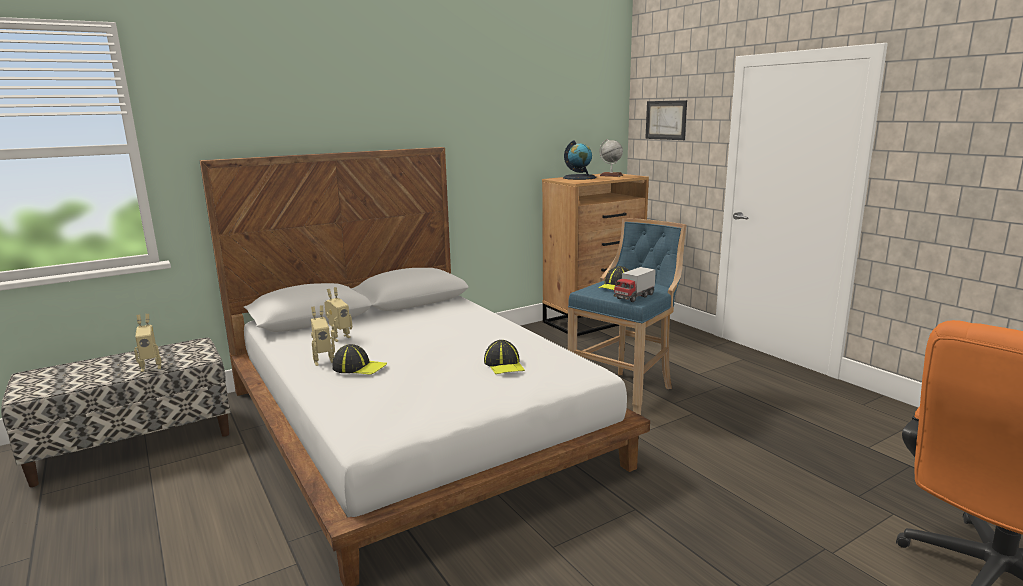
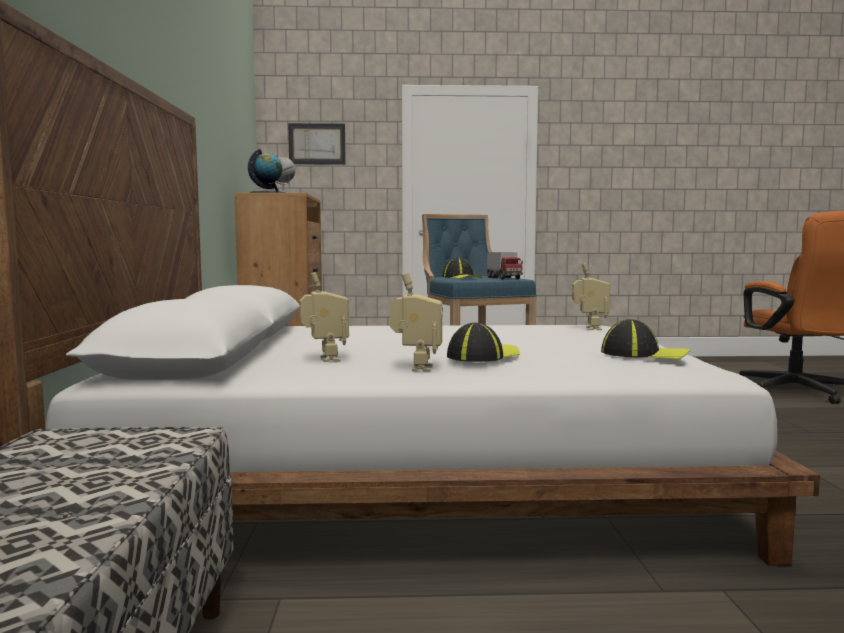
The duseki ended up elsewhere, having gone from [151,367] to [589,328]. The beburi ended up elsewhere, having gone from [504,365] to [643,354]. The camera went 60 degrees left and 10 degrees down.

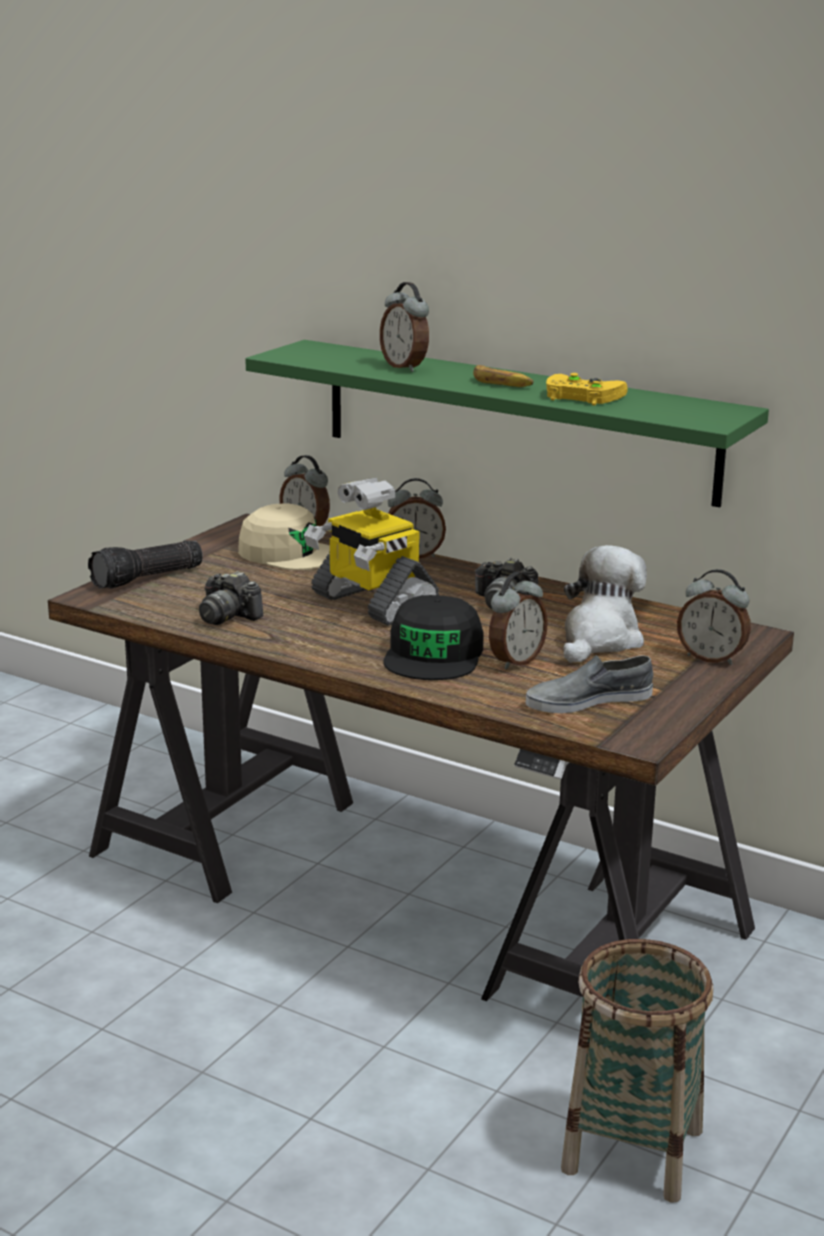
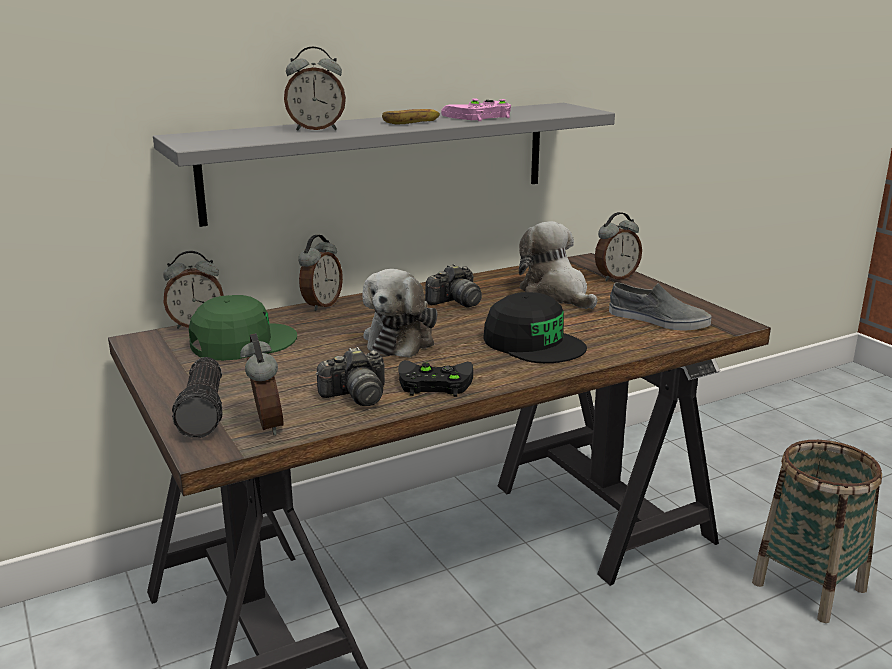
What was the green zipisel at [516,420] turned into the grey zipisel at [382,160]. What was the beige beburi at [289,553] turned into the green beburi at [242,342]. The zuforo ended up elsewhere, having gone from [515,661] to [265,426]. Where the duseki stood at [371,604], the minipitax came to stand at [402,339]. The second view gained the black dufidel at [432,383]. What was the yellow dufidel at [580,396] turned into the pink dufidel at [478,117]. The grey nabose at [588,700] ended up facing another way, 75 degrees counterclockwise from before. The camera went 60 degrees left and 0 degrees up.

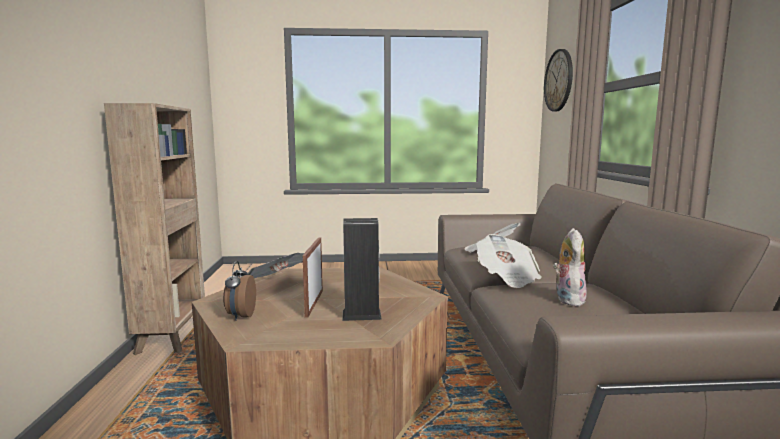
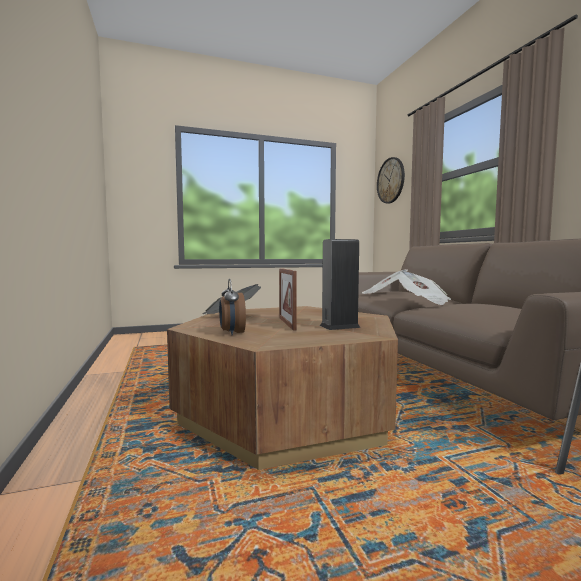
The second view lost the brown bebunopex at [173,336]. The second view lost the minipitax at [567,299]. The camera went 15 degrees left and 5 degrees down.

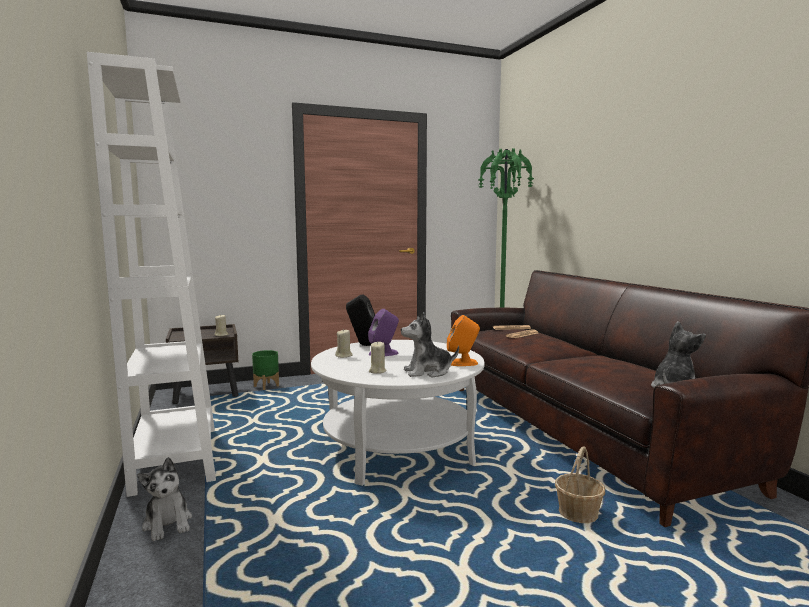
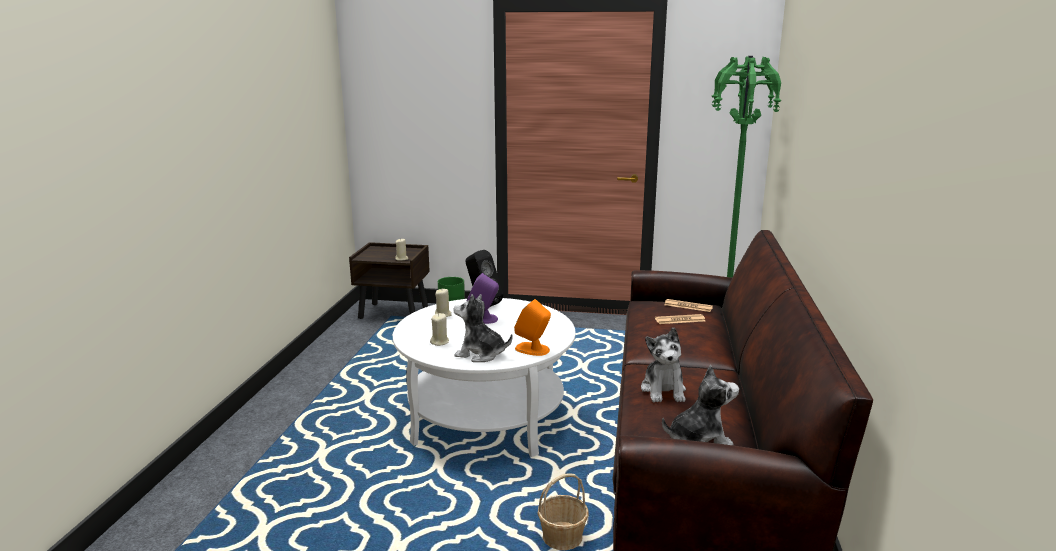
The minipitax ended up elsewhere, having gone from [168,523] to [663,390]. The second view lost the white bebunopex at [176,459]. The camera went 30 degrees right and 10 degrees up.

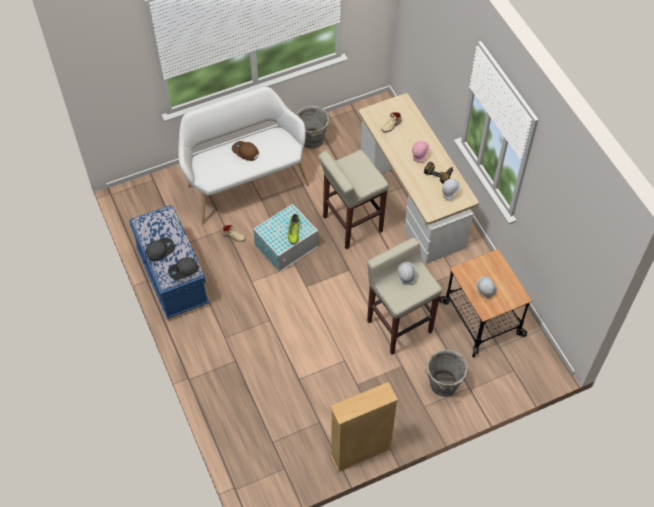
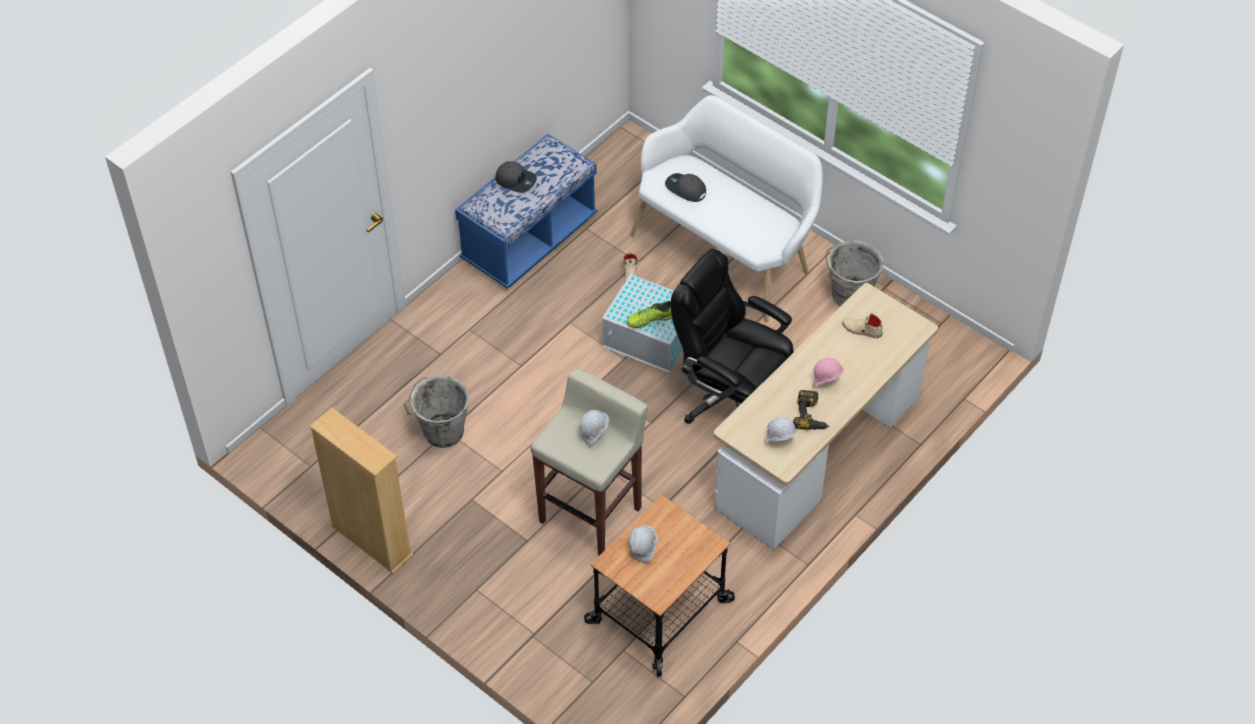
The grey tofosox ended up elsewhere, having gone from [443,385] to [441,432]. The grey beburi ended up elsewhere, having gone from [183,270] to [685,189]. Where the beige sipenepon stood at [351,224], the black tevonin came to stand at [730,396]. The second view lost the brown beburi at [245,152]. The camera went 65 degrees right and 5 degrees down.

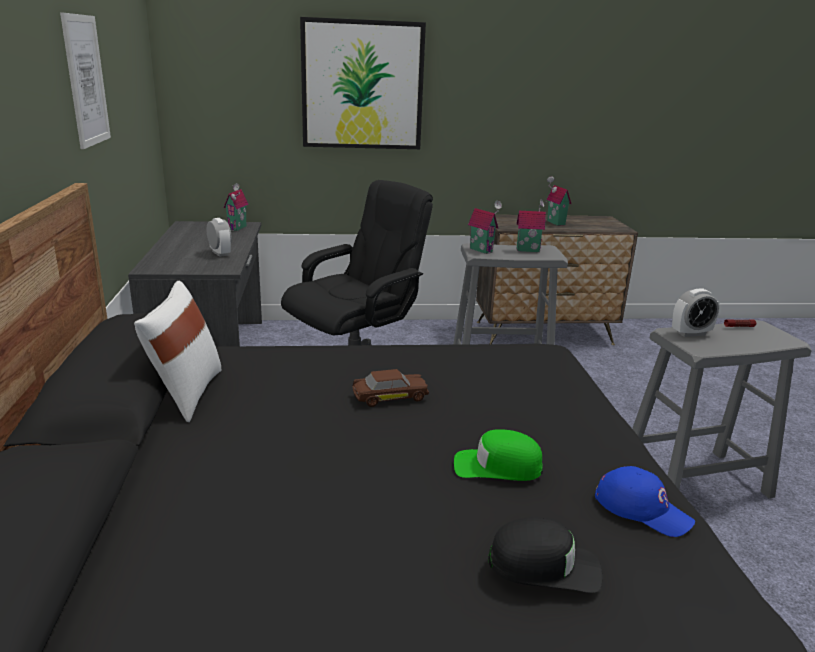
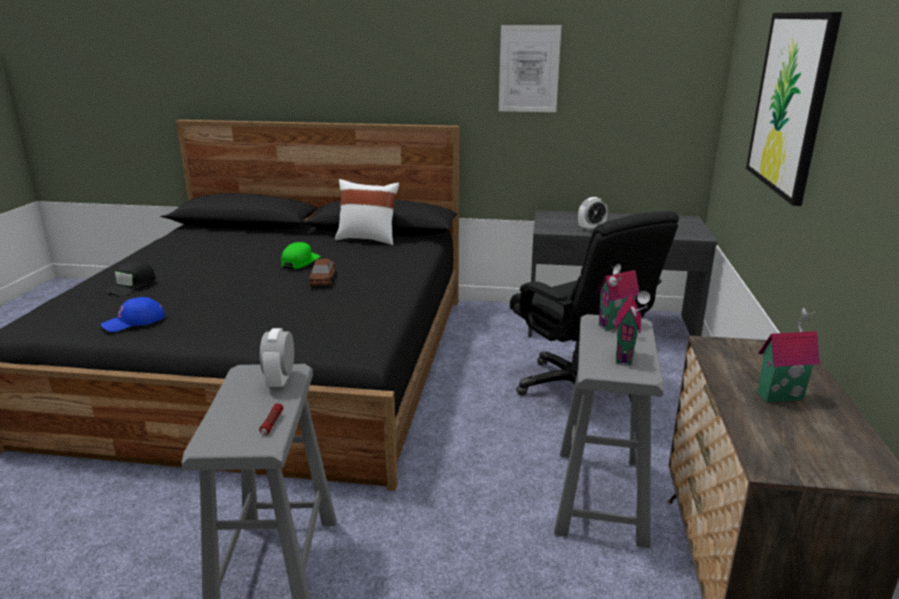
The green beburi ended up elsewhere, having gone from [497,466] to [300,261]. The second view lost the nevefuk at [238,228]. The camera went 105 degrees right and 0 degrees up.

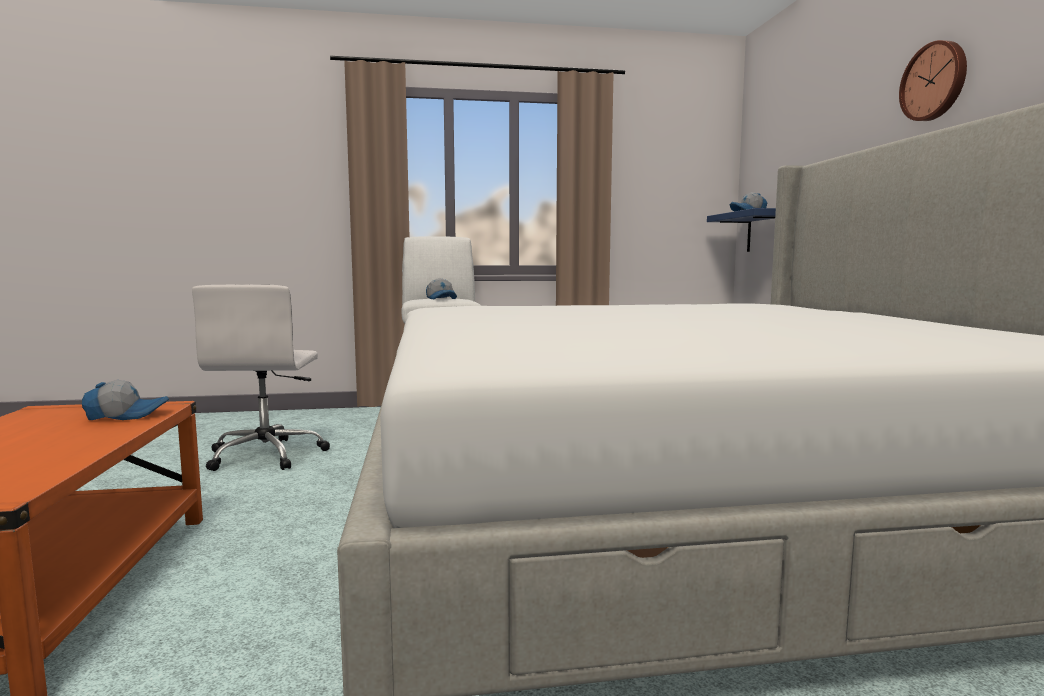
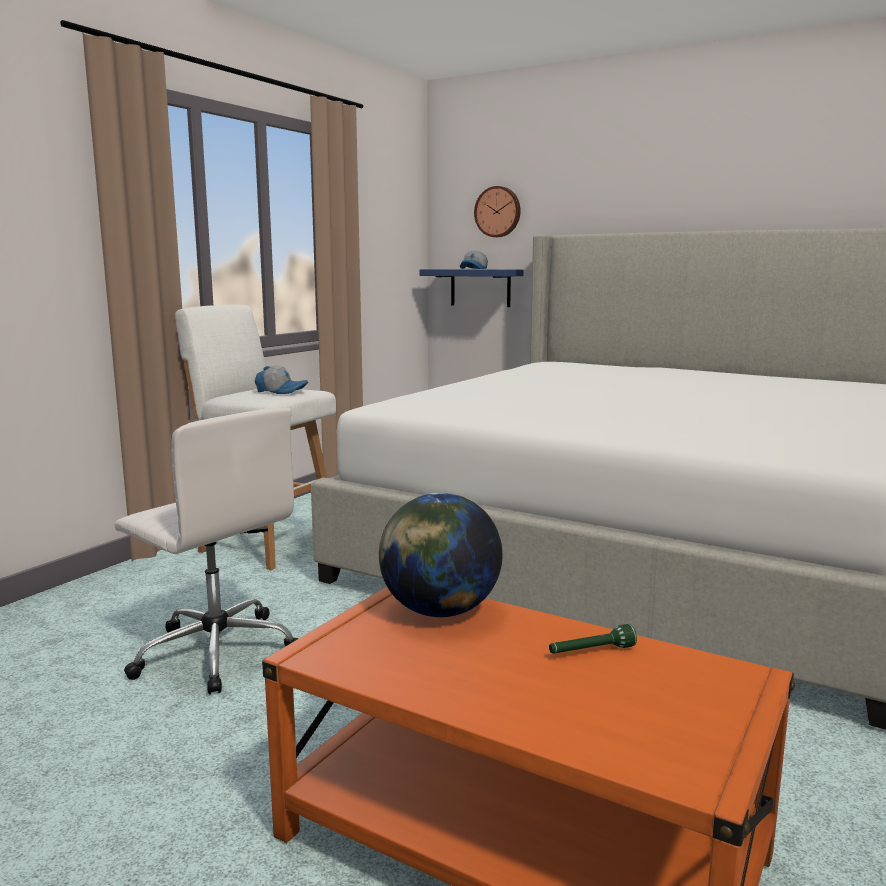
Where the beburi stood at [127,415], the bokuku came to stand at [439,611]. The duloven ended up elsewhere, having gone from [935,81] to [498,212]. The second view gained the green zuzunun at [591,652]. The camera went 50 degrees left and 5 degrees up.

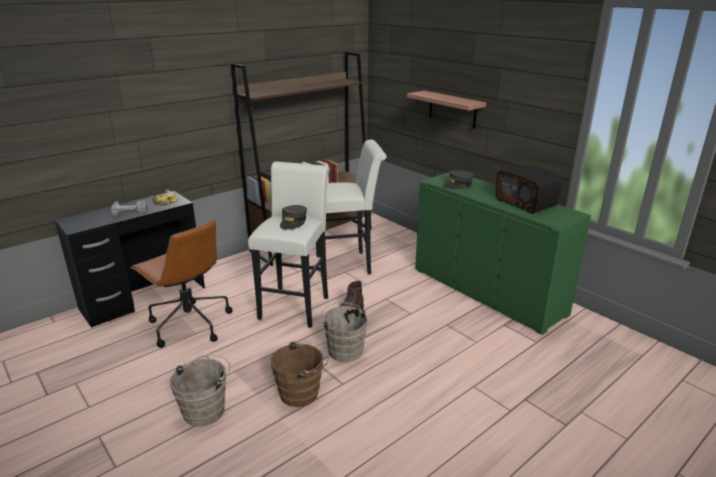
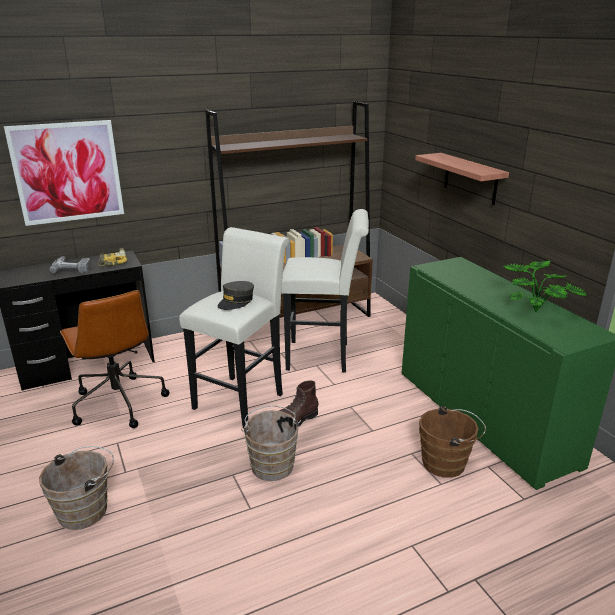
The second view gained the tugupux at [67,172]. The brown tofosox ended up elsewhere, having gone from [302,393] to [447,463]. Where the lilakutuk stood at [526,203], the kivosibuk came to stand at [536,310]. The second view lost the grey beburi at [457,185]. The camera went 15 degrees right and 0 degrees up.

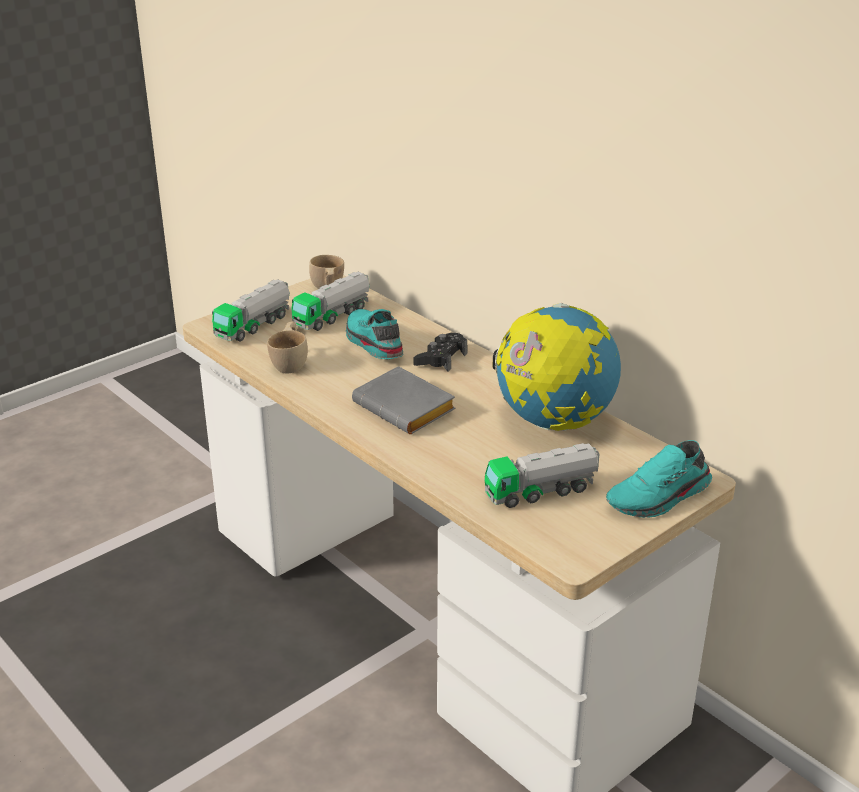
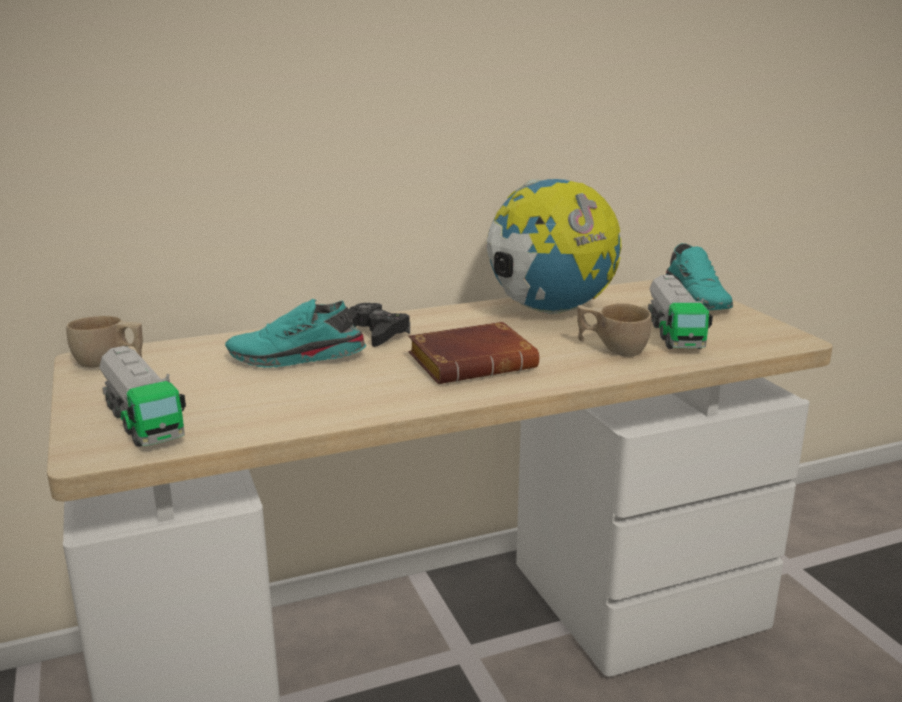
What was the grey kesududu at [407,408] turned into the brown kesududu at [474,362]. The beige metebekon ended up elsewhere, having gone from [291,362] to [611,348]. The second view lost the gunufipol at [332,316]. The camera went 70 degrees left and 10 degrees down.

